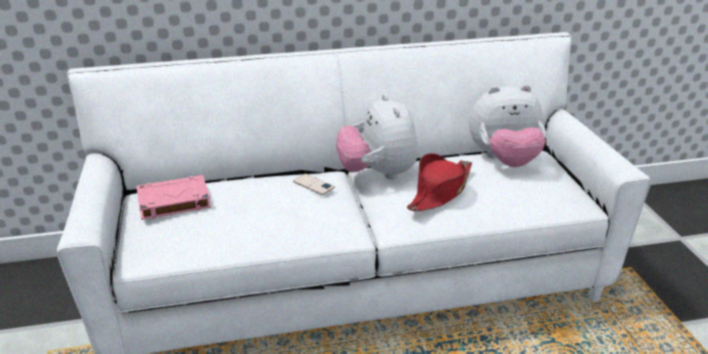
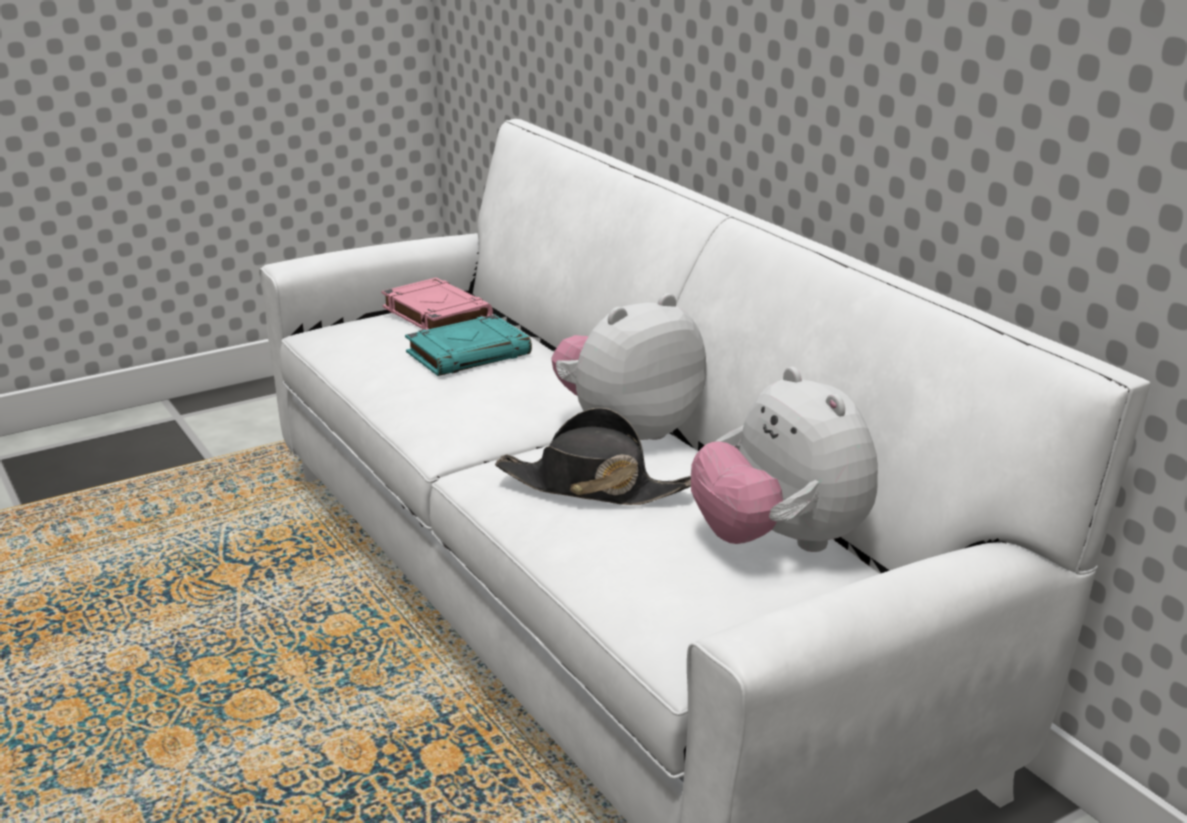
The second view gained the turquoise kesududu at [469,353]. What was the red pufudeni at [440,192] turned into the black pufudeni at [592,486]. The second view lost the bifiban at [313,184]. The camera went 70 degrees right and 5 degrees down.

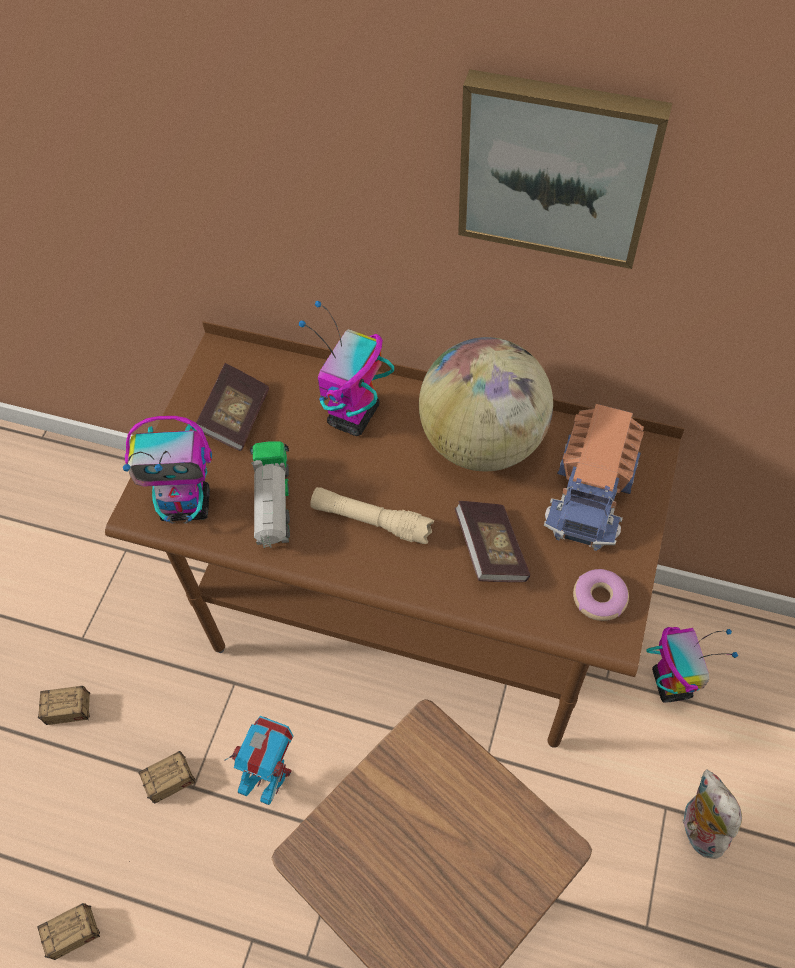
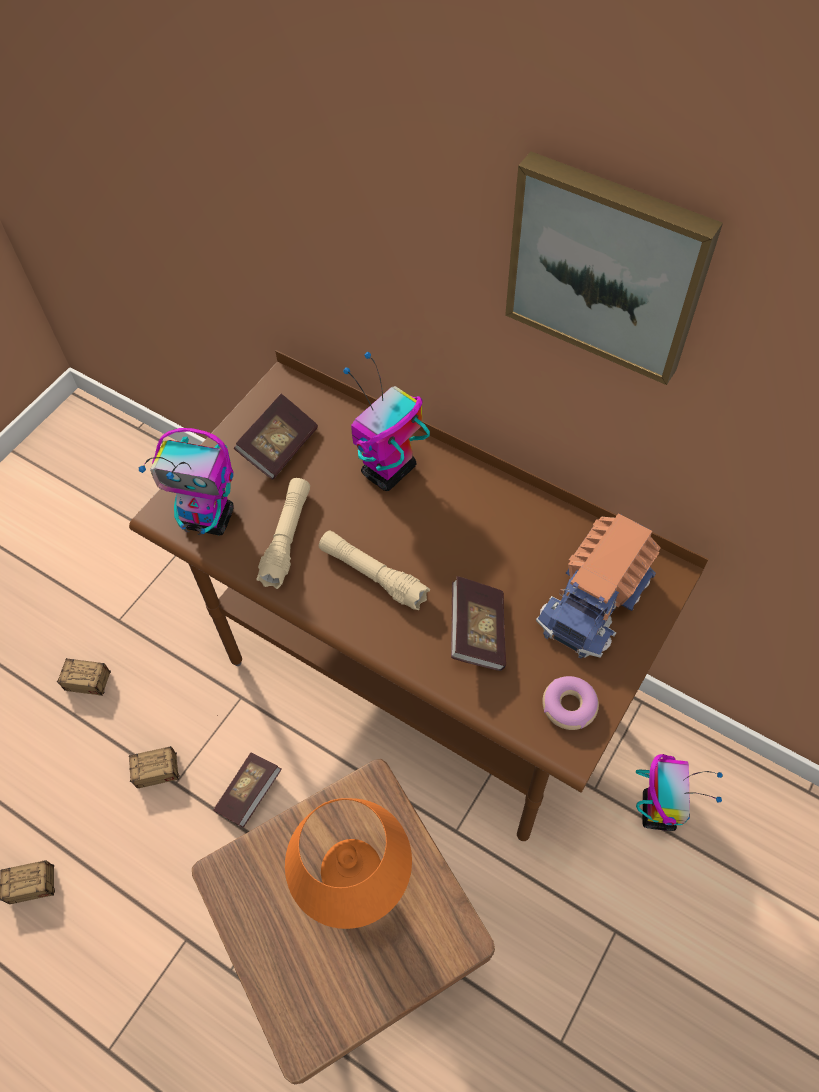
Where the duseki stood at [272,776], the kesududu came to stand at [249,793]. Where the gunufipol stood at [273,505], the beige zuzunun came to stand at [287,538]. The second view gained the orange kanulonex at [357,891]. The second view lost the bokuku at [482,441]. The second view lost the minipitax at [698,829]. The camera went 15 degrees right and 0 degrees up.

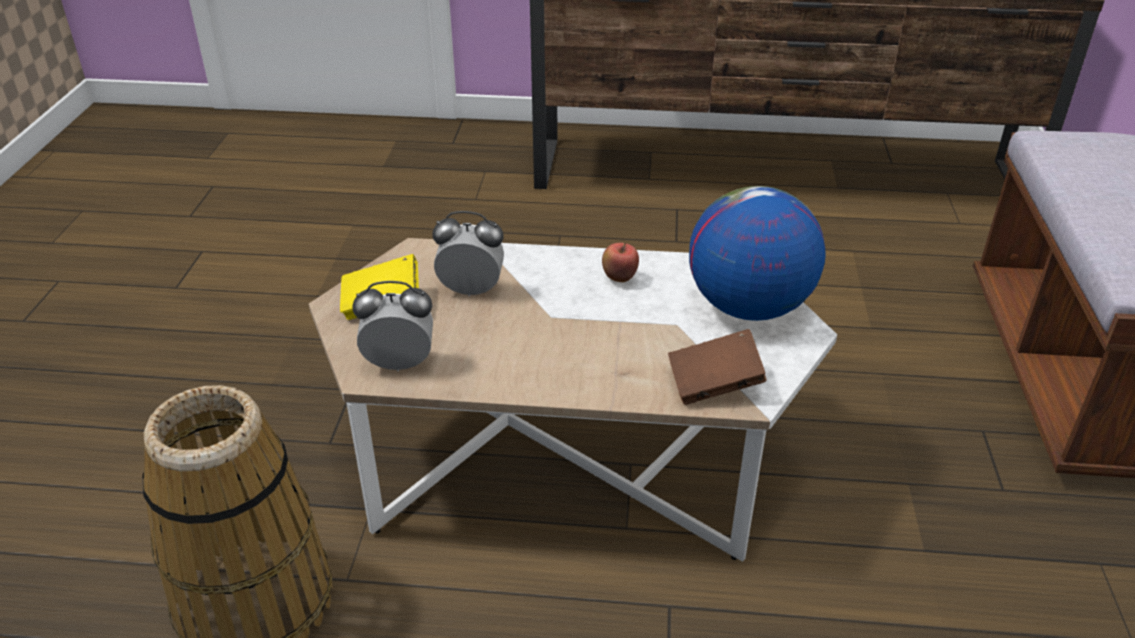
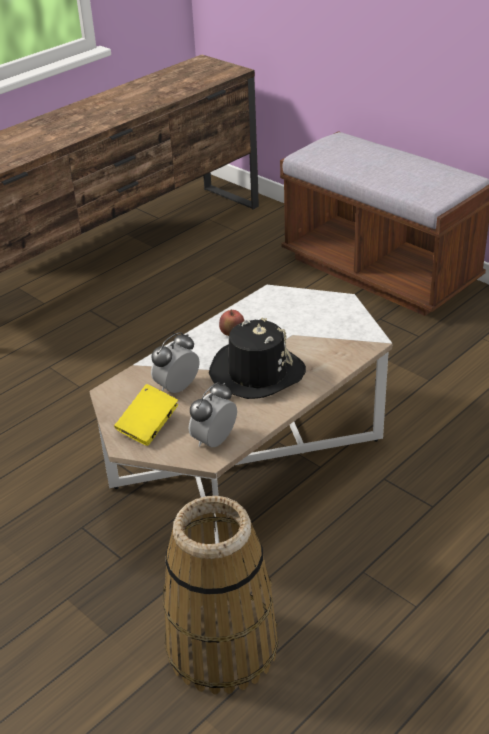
The second view gained the black pufudeni at [256,372]. The second view lost the brown kesududu at [714,385]. The second view lost the bokuku at [748,307]. The camera went 50 degrees left and 0 degrees up.

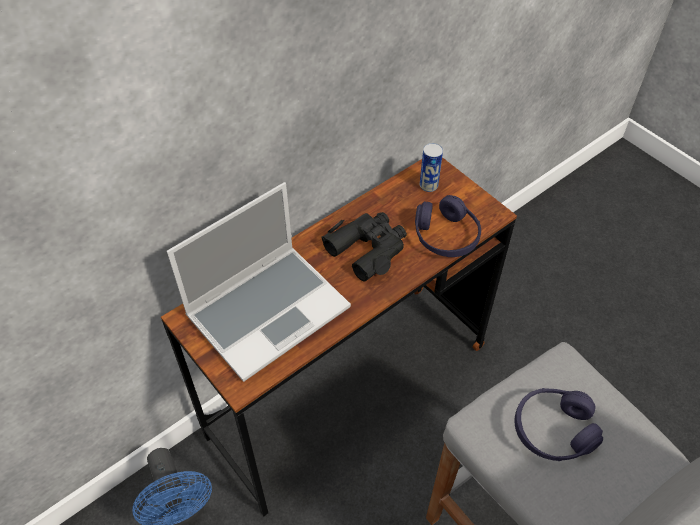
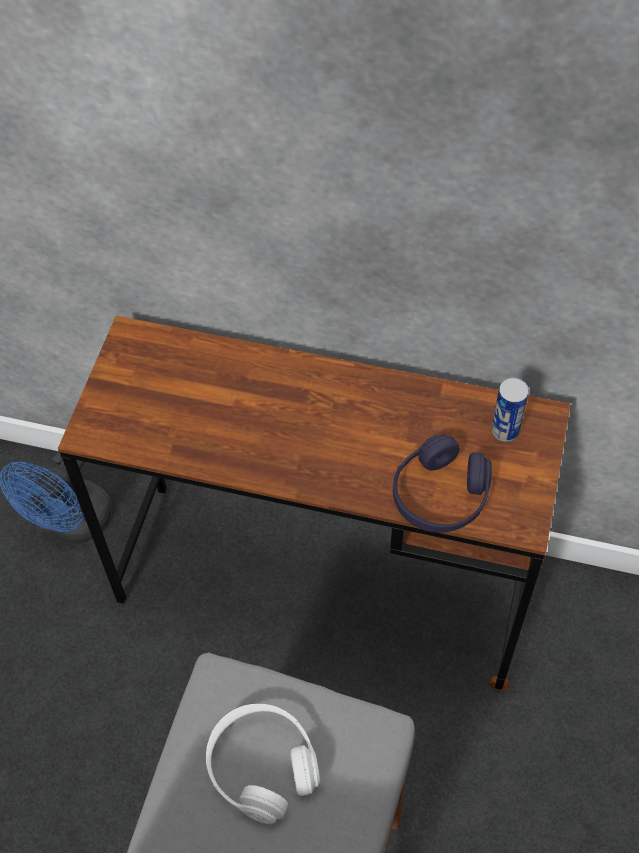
What was the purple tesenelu at [553,430] turned into the white tesenelu at [262,767]. The second view lost the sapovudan at [268,310]. The second view lost the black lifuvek at [368,248]. The camera went 55 degrees right and 5 degrees up.

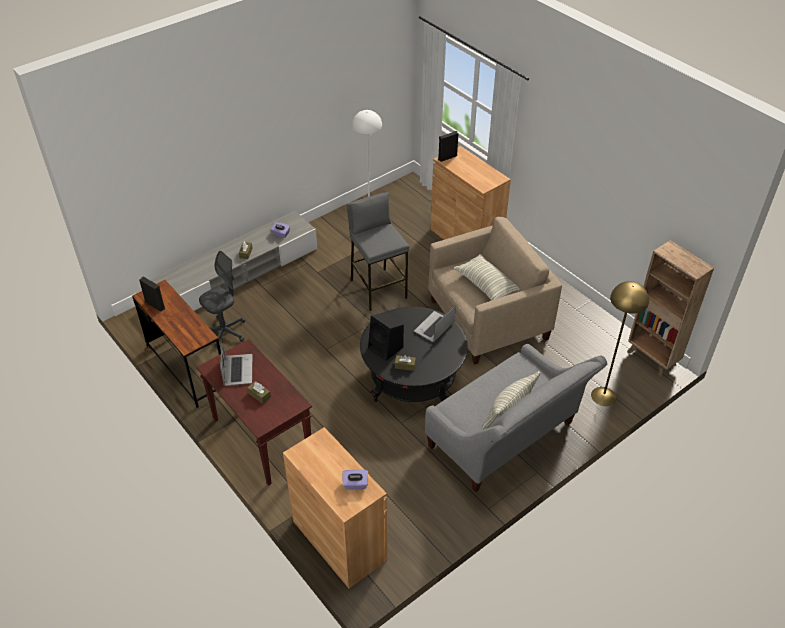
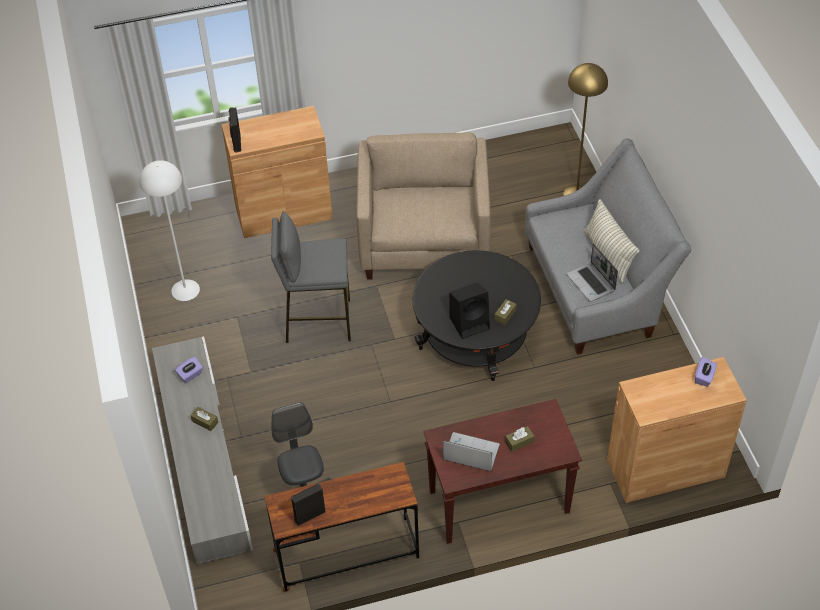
The sapovudan ended up elsewhere, having gone from [434,328] to [591,283]. The second view lost the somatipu at [486,285]. The second view lost the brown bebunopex at [652,359]. The camera went 65 degrees left and 5 degrees up.

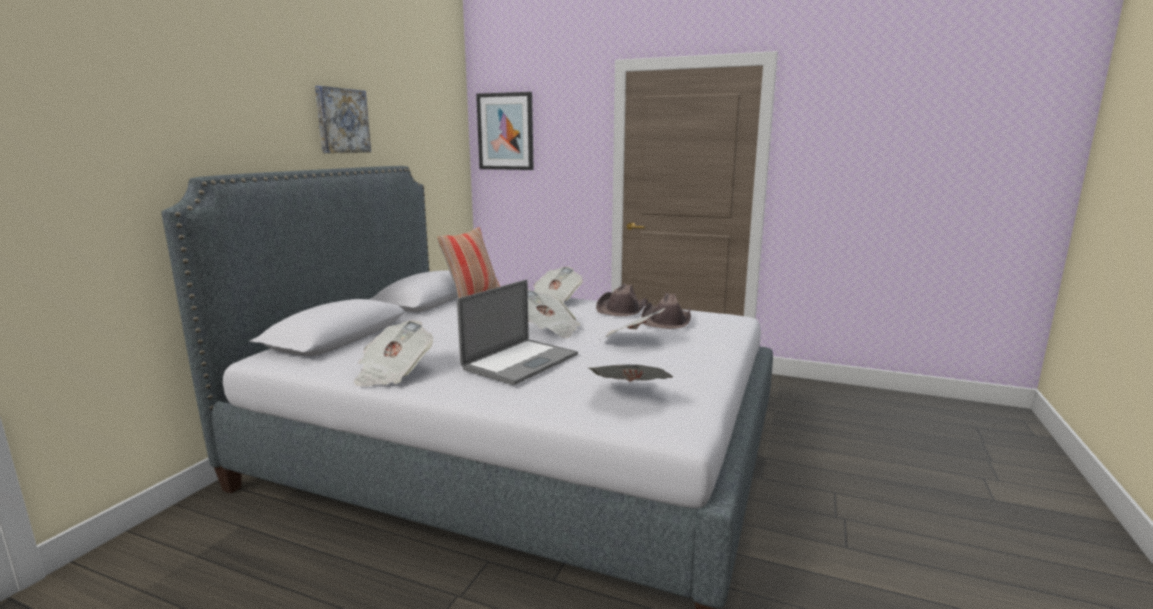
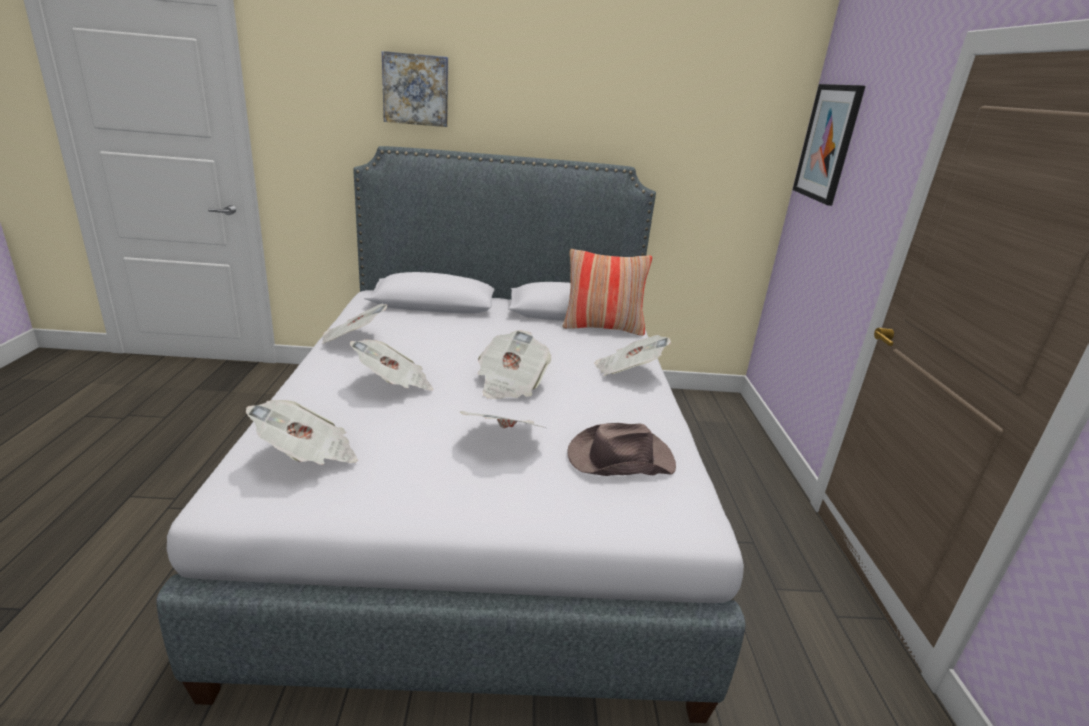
Where the sapovudan stood at [520,361], the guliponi came to stand at [394,384]. The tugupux ended up elsewhere, having gone from [341,121] to [416,89]. The second view lost the brown pufudeni at [622,309]. The camera went 65 degrees right and 10 degrees up.

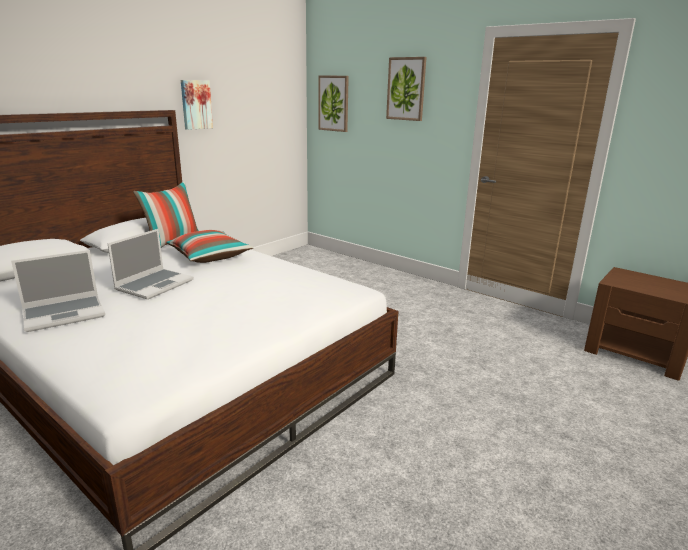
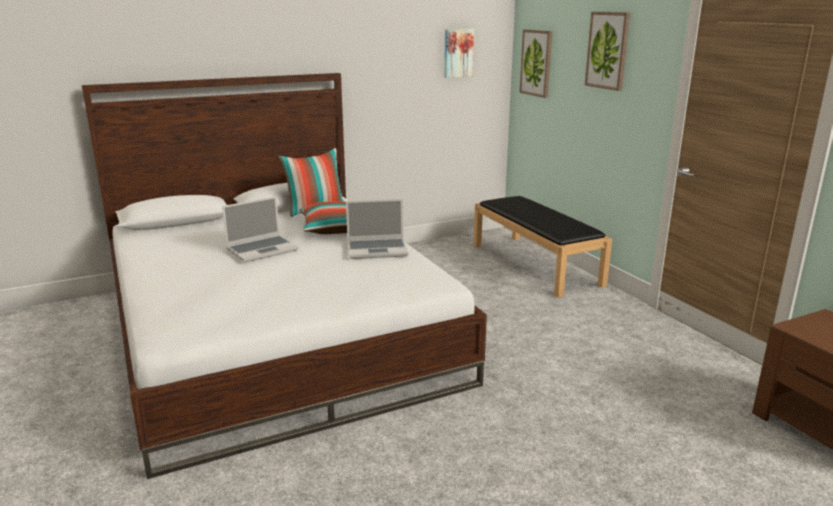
The sapovudan ended up elsewhere, having gone from [65,314] to [377,249]. The tugupux ended up elsewhere, having gone from [196,104] to [458,53]. The second view gained the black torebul at [536,264]. The camera went 25 degrees right and 0 degrees up.

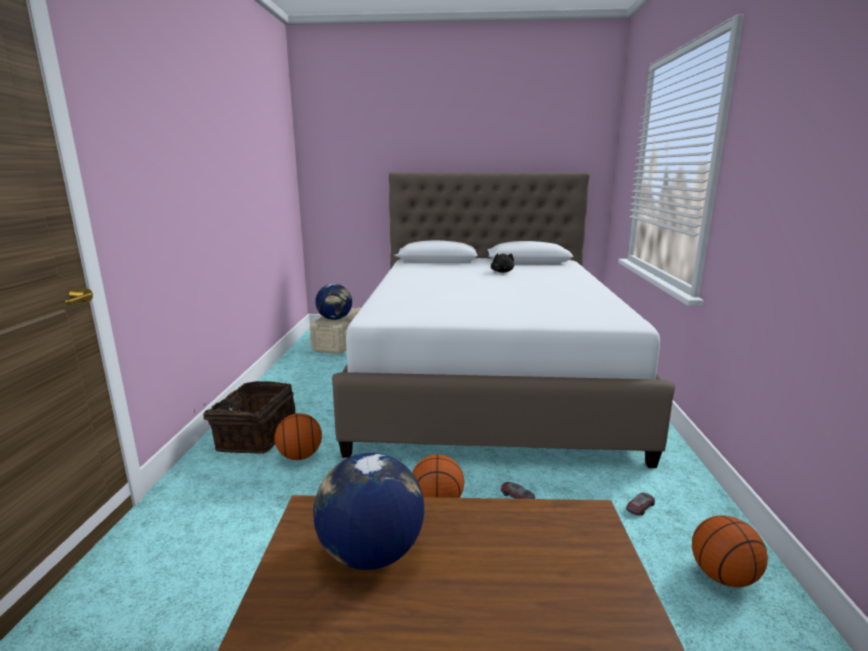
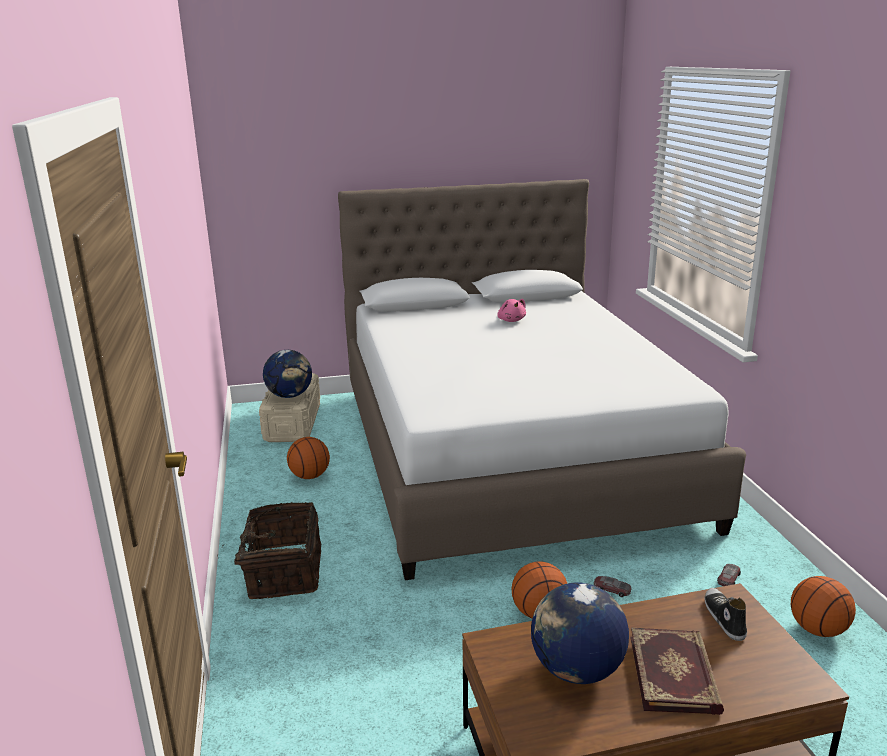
The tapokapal ended up elsewhere, having gone from [300,456] to [310,476]. What was the black minipitax at [502,272] turned into the pink minipitax at [511,320]. The second view gained the kesududu at [675,674]. The second view gained the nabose at [723,618]. The camera went 15 degrees left and 5 degrees up.

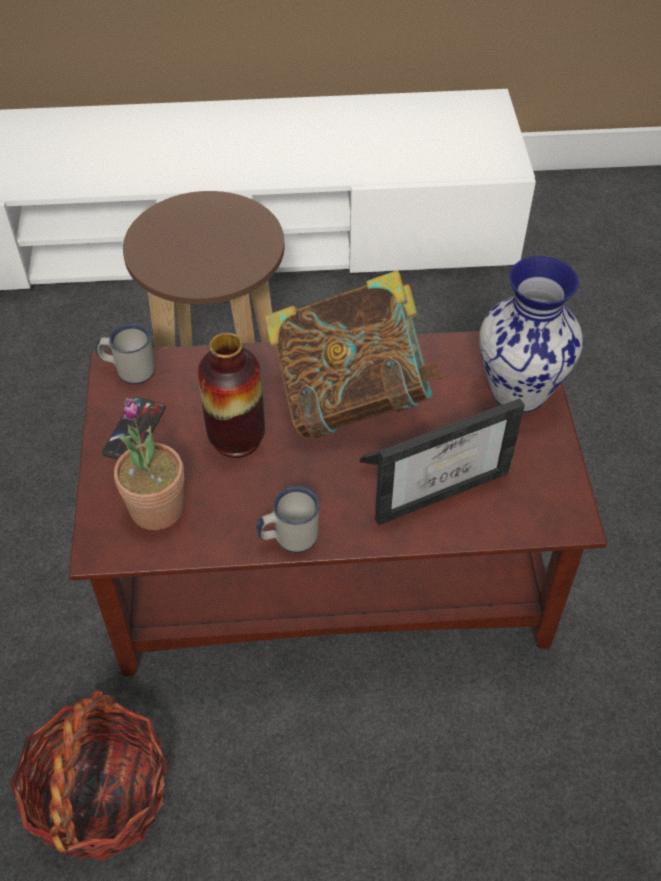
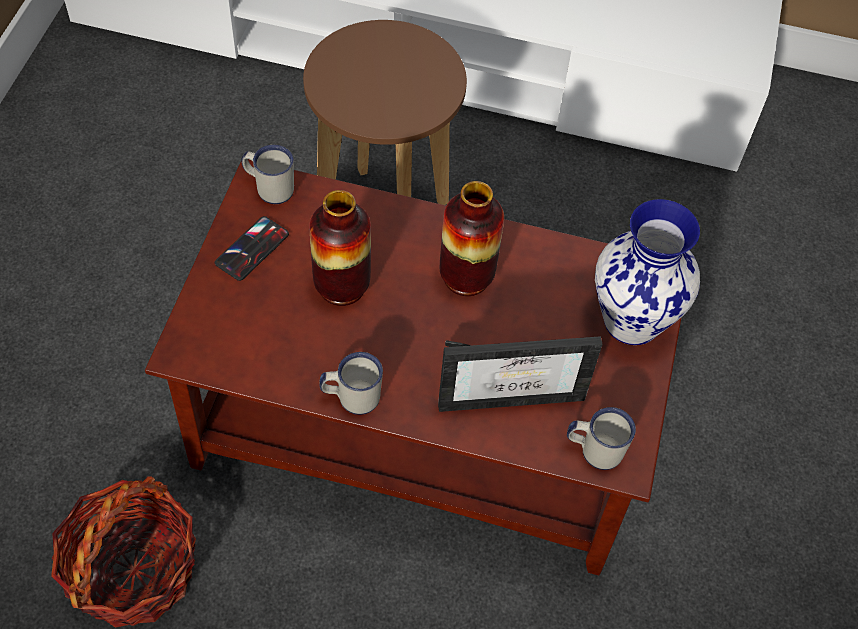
Where the kesududu stood at [351,397], the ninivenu came to stand at [466,277]. The second view gained the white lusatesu at [594,449]. The second view lost the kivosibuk at [157,508]. The camera went 15 degrees right and 5 degrees up.

